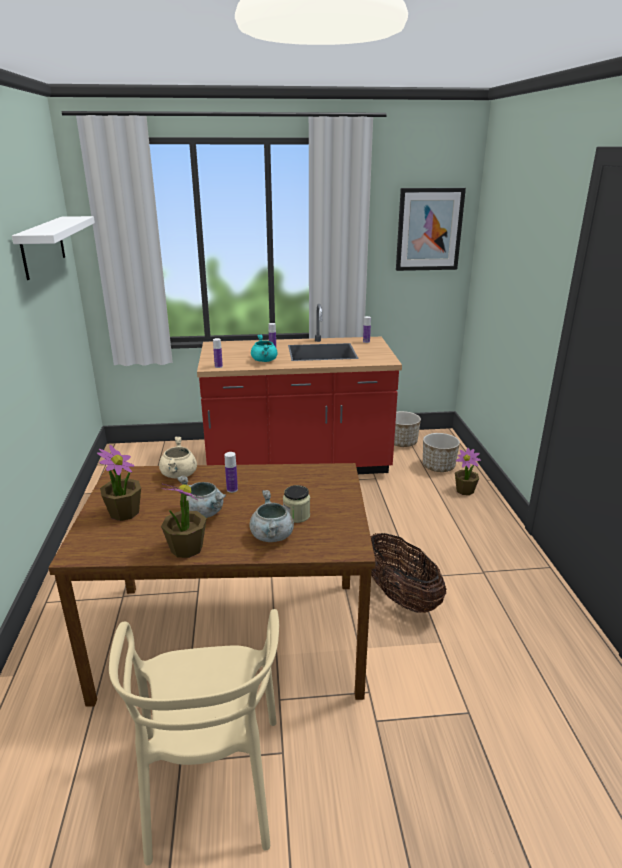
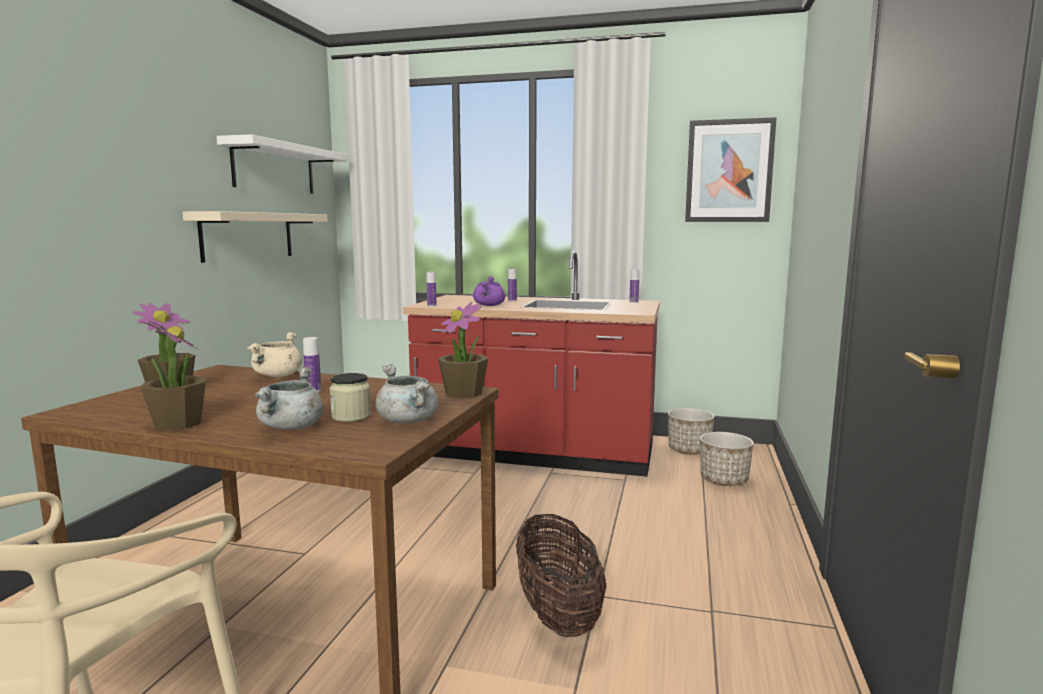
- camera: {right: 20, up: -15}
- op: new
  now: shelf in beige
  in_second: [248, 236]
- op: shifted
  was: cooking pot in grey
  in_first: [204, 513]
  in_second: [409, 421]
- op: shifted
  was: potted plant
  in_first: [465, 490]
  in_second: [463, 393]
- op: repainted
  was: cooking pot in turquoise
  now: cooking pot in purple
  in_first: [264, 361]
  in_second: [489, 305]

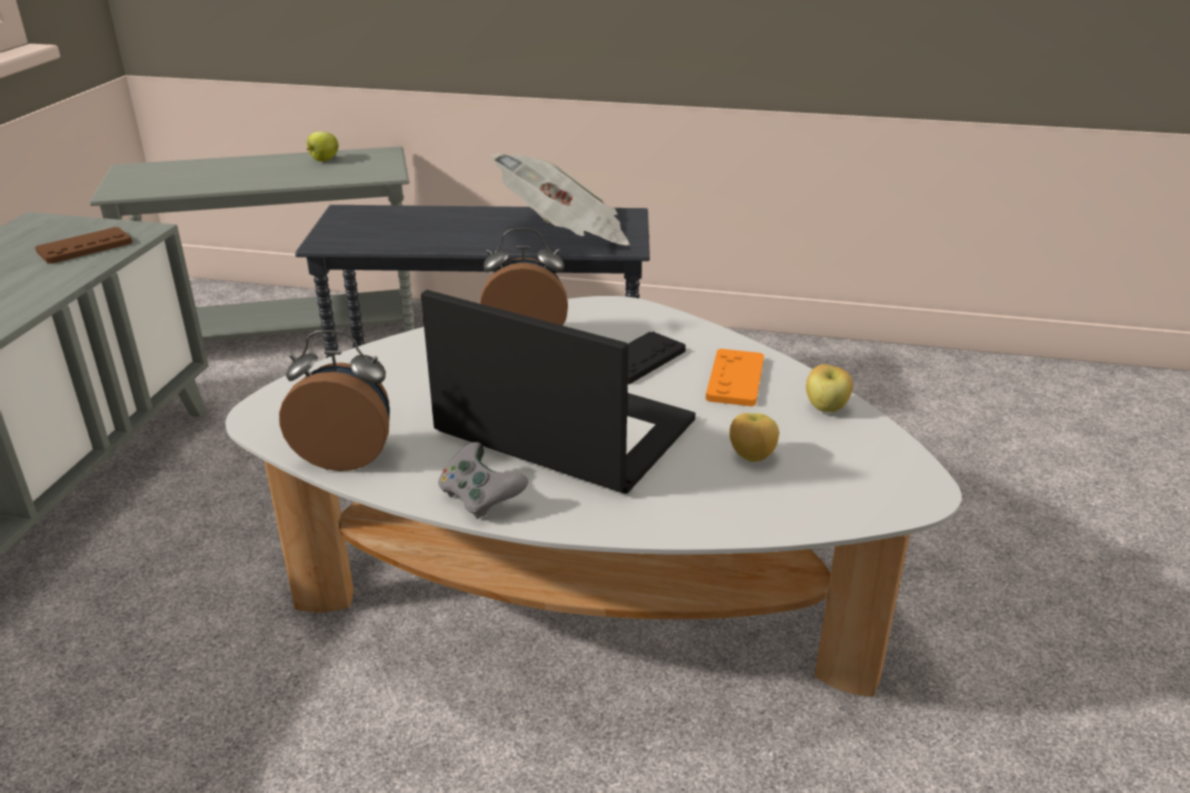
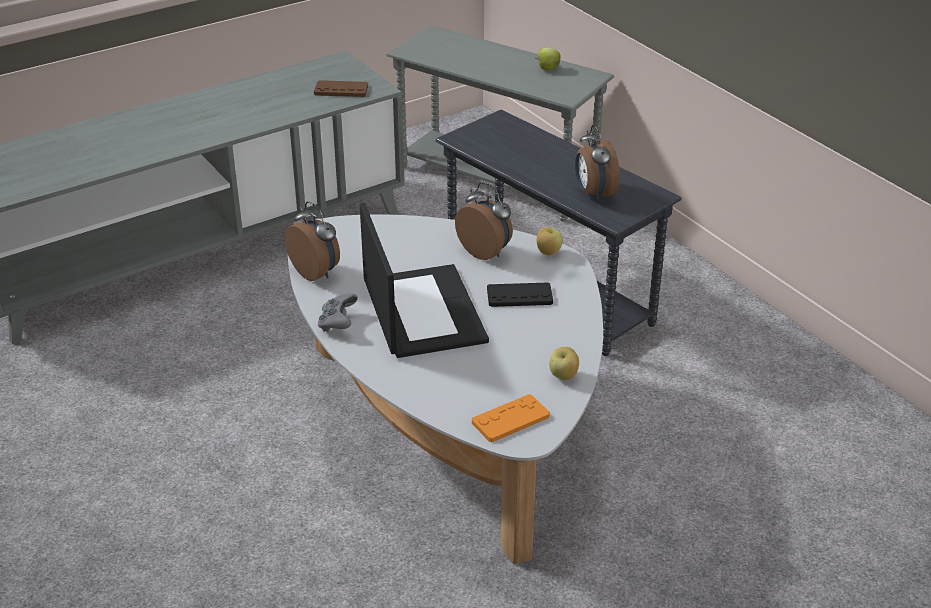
- camera: {right: 45, up: 5}
- op: shifted
  was: game controller in orange
  in_first: [735, 379]
  in_second: [510, 419]
- op: shifted
  was: apple
  in_first: [751, 457]
  in_second: [548, 253]
- op: swapped
  was: newspaper
  now: alarm clock
  in_first: [565, 234]
  in_second: [593, 193]

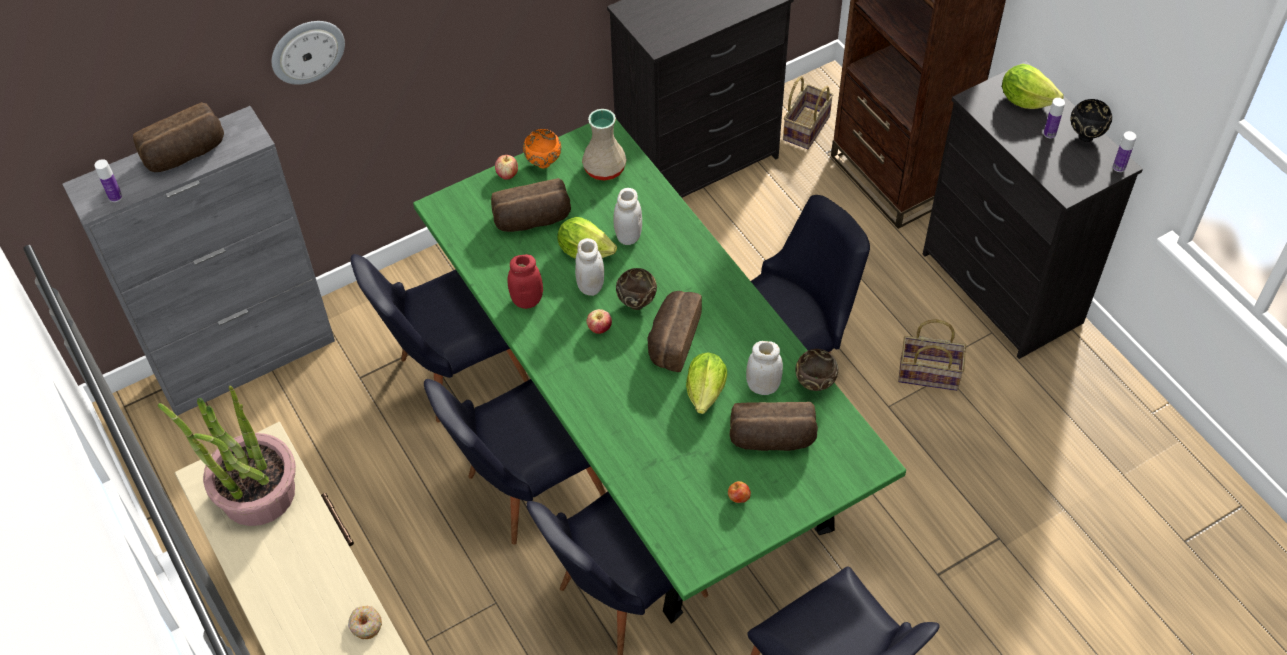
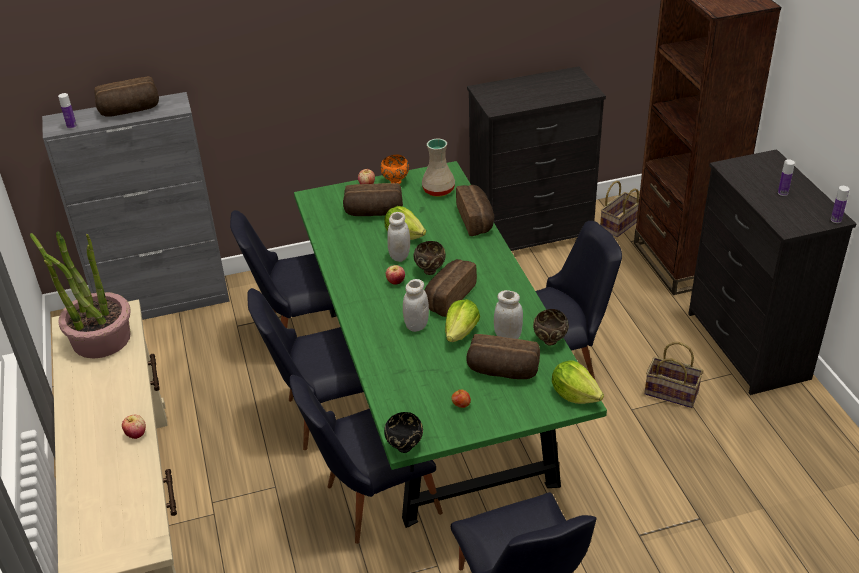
- camera: {right: 15, up: -15}
- op: gone
  was: wall clock
  in_first: [307, 51]
- op: gone
  was: jar in red
  in_first: [527, 300]
- op: new
  now: bread
  in_second: [476, 220]
- op: shifted
  was: jar in white
  in_first: [628, 236]
  in_second: [416, 325]
- op: shifted
  was: lettuce
  in_first: [1025, 100]
  in_second: [574, 394]
- op: shifted
  was: bowl in black
  in_first: [1085, 135]
  in_second: [405, 446]
- op: swapped
  was: donut
  now: apple
  in_first: [365, 625]
  in_second: [136, 434]

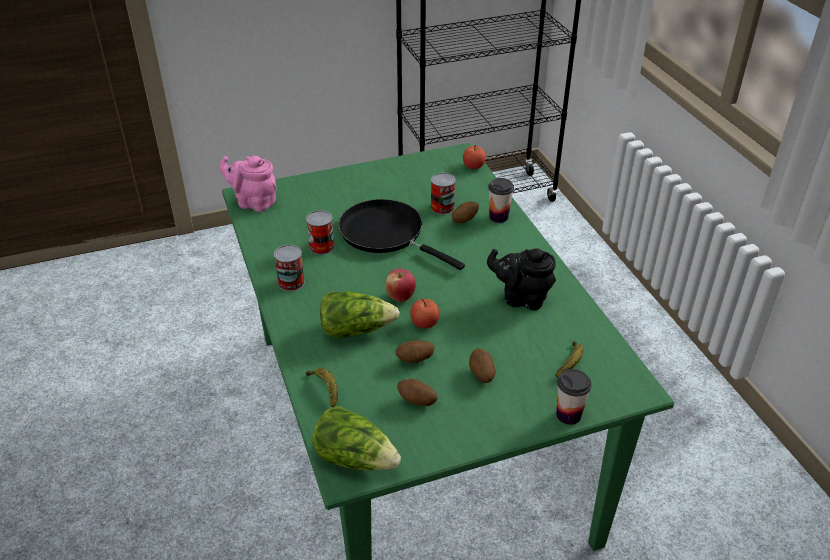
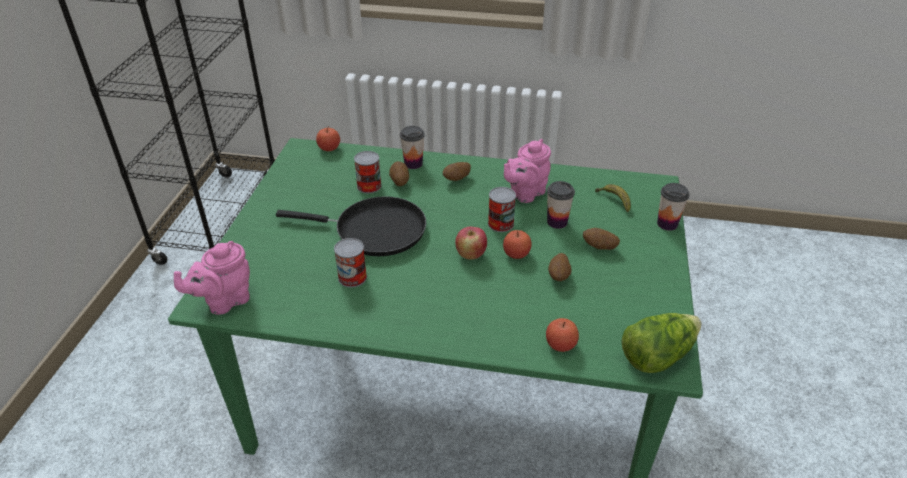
- camera: {right: -60, up: 0}
- op: gone
  was: lettuce
  in_first: [355, 329]
- op: new
  now: cup
  in_second: [557, 222]
- op: shifted
  was: can
  in_first: [291, 282]
  in_second: [500, 224]
- op: shifted
  was: potato
  in_first: [417, 401]
  in_second: [456, 179]
- op: swapped
  was: banana
  now: apple
  in_first: [325, 389]
  in_second: [560, 344]
- op: repainted
  was: teapot in black
  now: teapot in pink
  in_first: [521, 298]
  in_second: [525, 193]
- op: rotated
  was: frying pan in black
  in_first: [386, 234]
  in_second: [374, 230]
  clockwise: -150

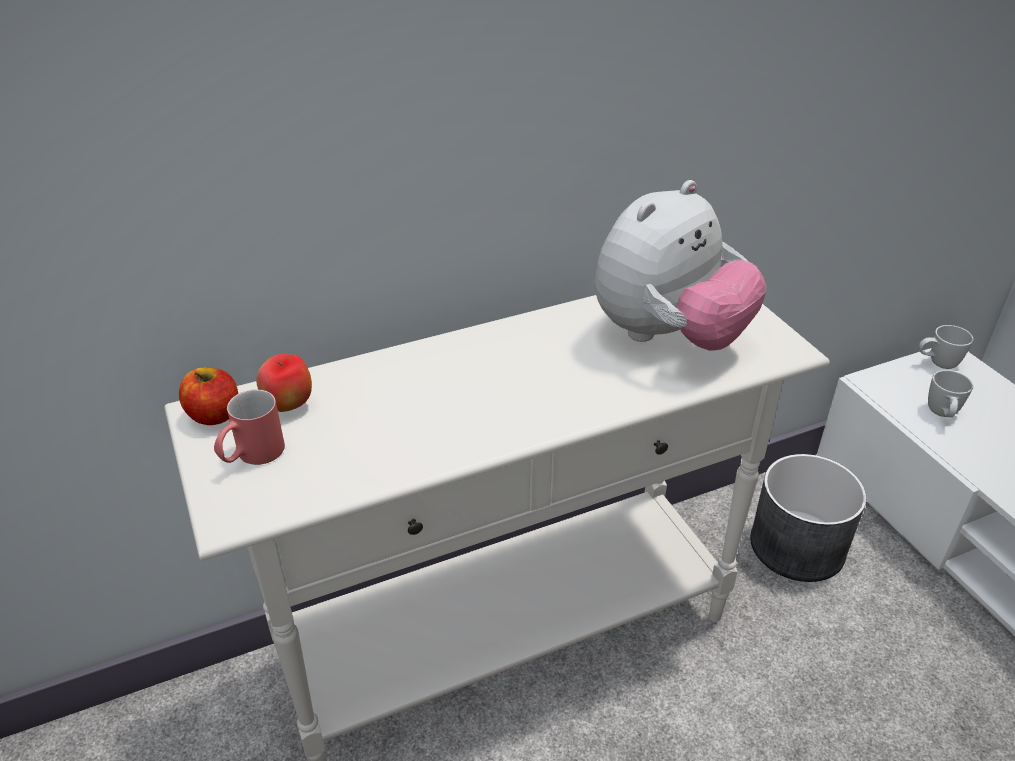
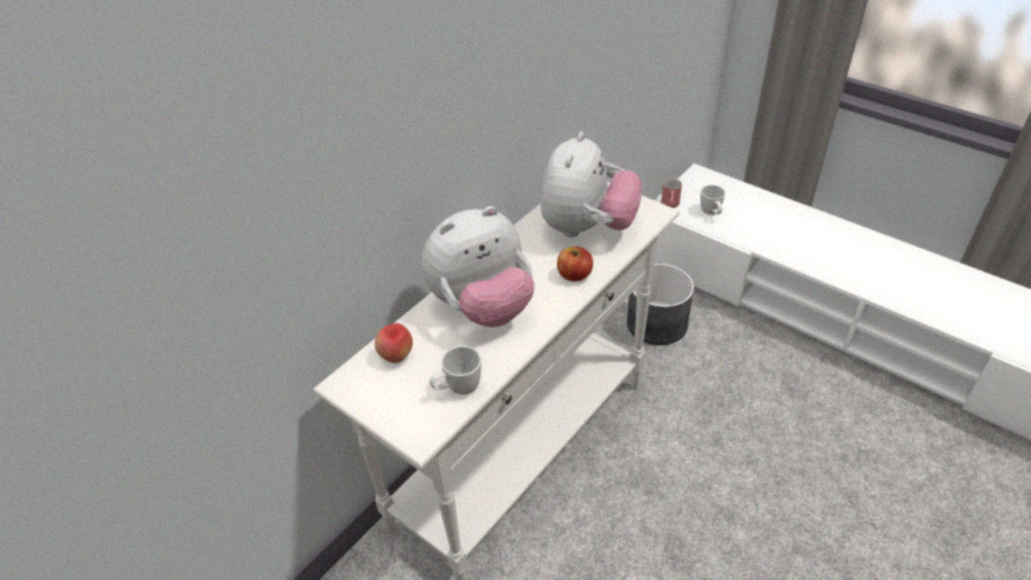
- camera: {right: -25, up: 5}
- op: new
  now: plush toy
  in_second: [482, 307]
- op: shifted
  was: apple
  in_first: [214, 415]
  in_second: [574, 275]
- op: shifted
  was: mug in red
  in_first: [252, 456]
  in_second: [670, 205]
- op: shifted
  was: mug in white
  in_first: [936, 364]
  in_second: [457, 389]

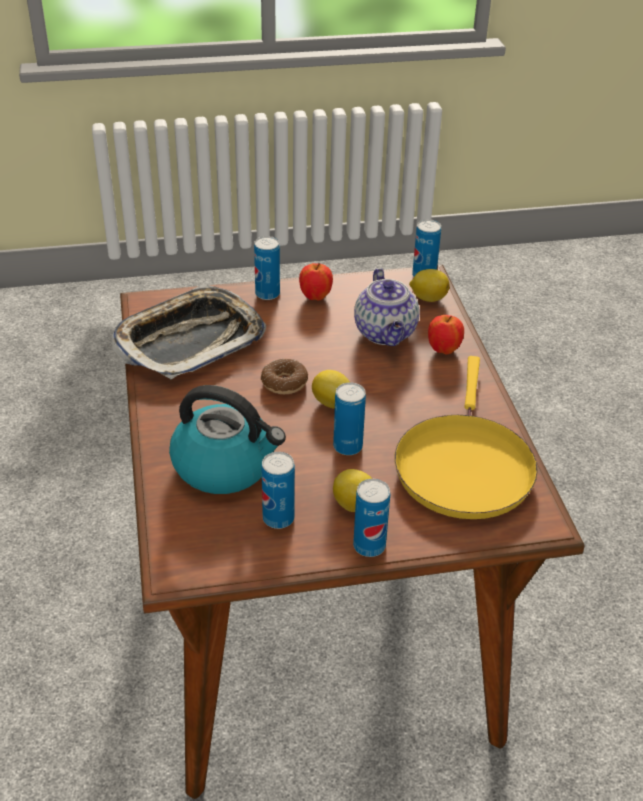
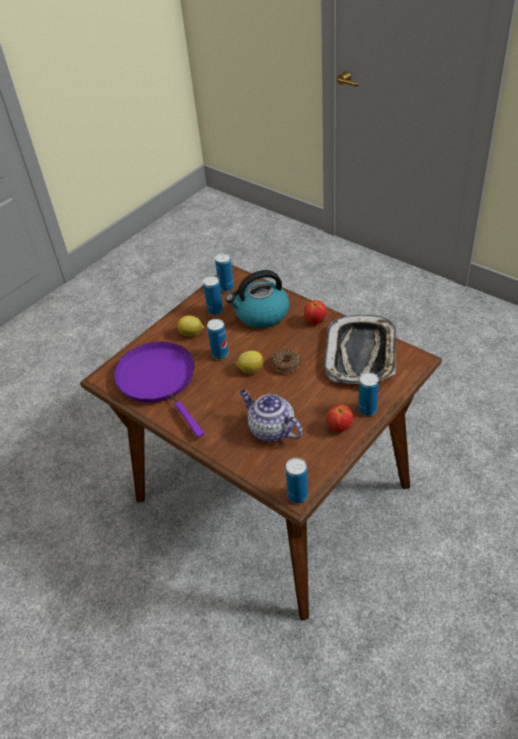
- camera: {right: 145, up: 5}
- op: gone
  was: lemon
  in_first: [428, 298]
- op: shifted
  was: can
  in_first: [369, 546]
  in_second: [226, 287]
- op: shifted
  was: apple
  in_first: [443, 350]
  in_second: [315, 321]
- op: repainted
  was: frying pan in yellow
  now: frying pan in purple
  in_first: [463, 465]
  in_second: [159, 380]

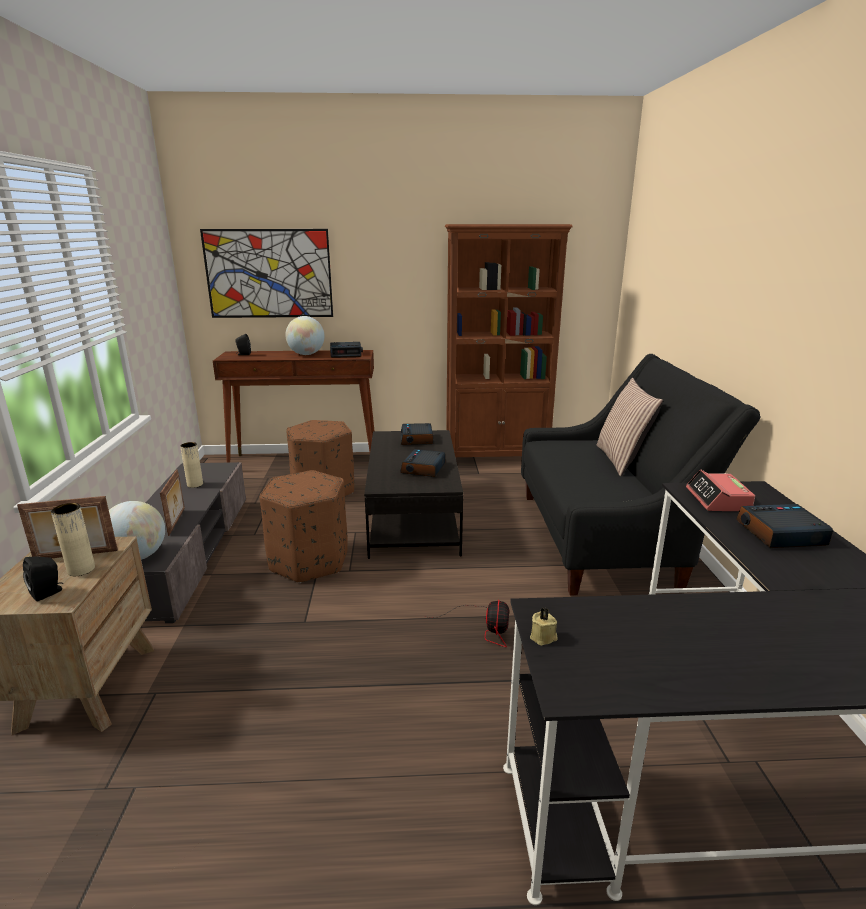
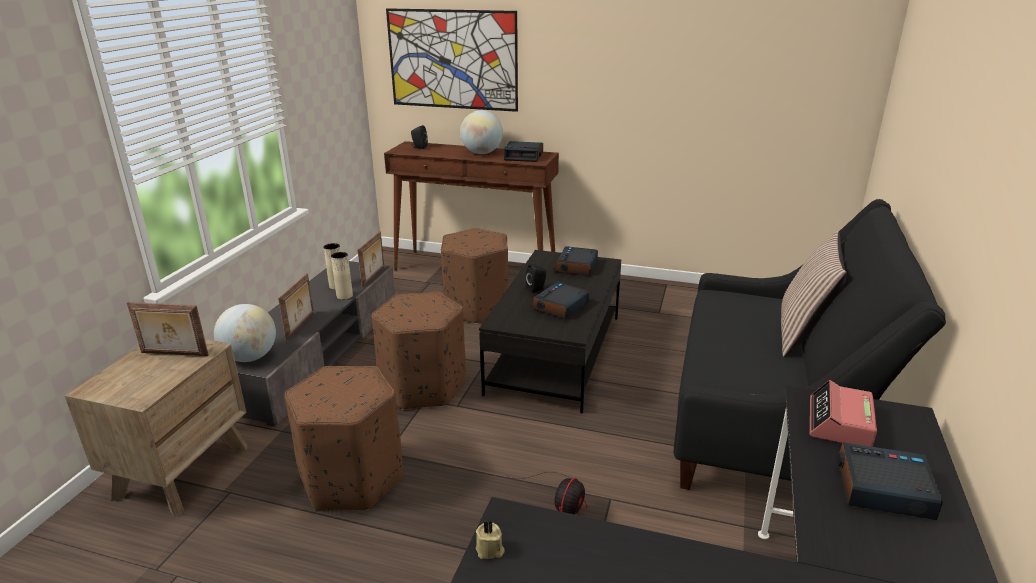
- camera: {right: 20, up: 5}
- op: gone
  was: bookcase in brown
  in_first: [497, 457]
- op: new
  now: ottoman in brown
  in_second: [353, 478]
- op: new
  now: picture frame
  in_second: [374, 276]
- op: shifted
  was: speaker in black
  in_first: [48, 593]
  in_second: [537, 289]
- op: shifted
  was: vase in beige
  in_first: [81, 570]
  in_second: [344, 296]

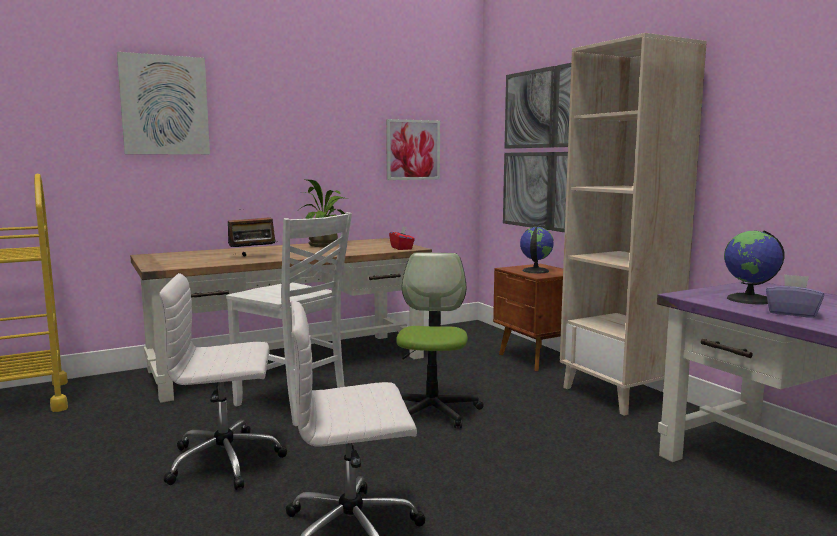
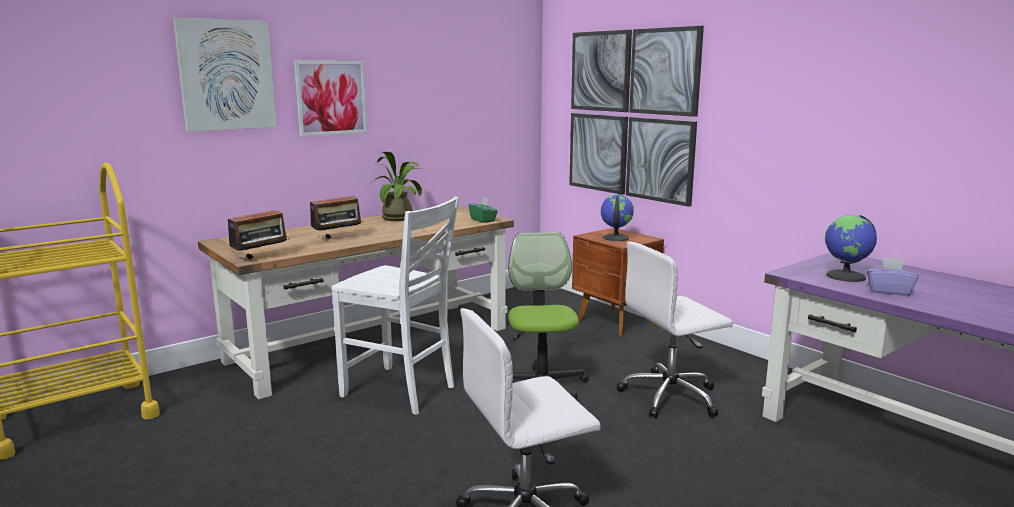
- camera: {right: -10, up: 5}
- op: gone
  was: bookcase in beige
  in_first: [618, 394]
- op: new
  now: radio
  in_second: [261, 258]
- op: shifted
  was: office chair in white
  in_first: [227, 461]
  in_second: [671, 397]
- op: shifted
  was: picture
  in_first: [413, 150]
  in_second: [331, 97]
- op: repainted
  was: tissue box in red
  now: tissue box in green
  in_first: [402, 248]
  in_second: [483, 220]

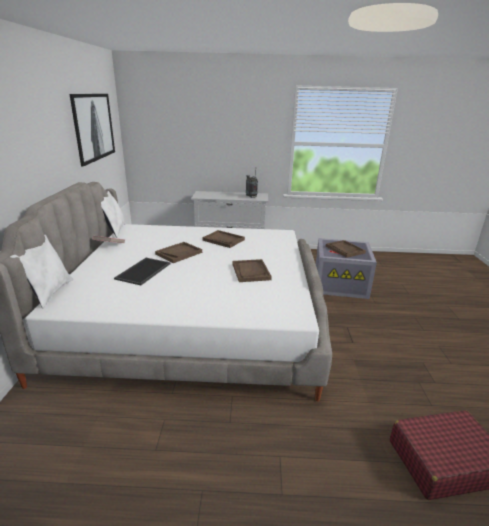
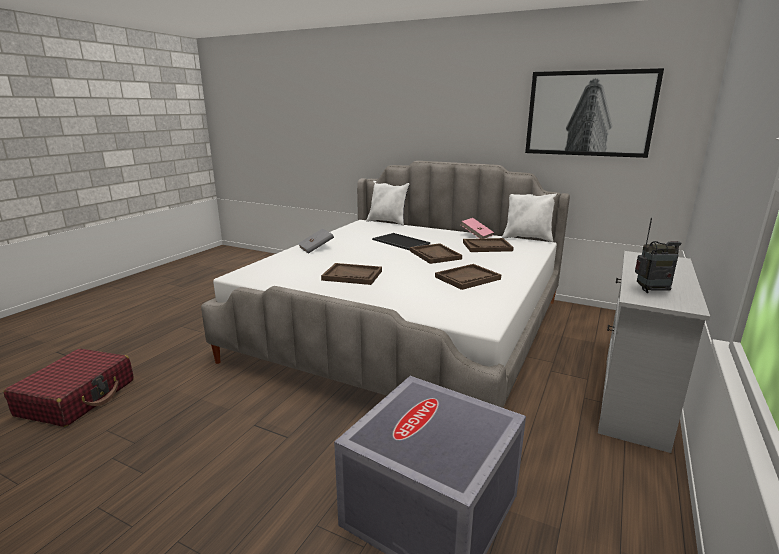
- camera: {right: 115, up: -5}
- op: new
  now: book in grey
  in_second: [316, 248]
- op: shifted
  was: tray in brown
  in_first: [344, 249]
  in_second: [487, 246]

